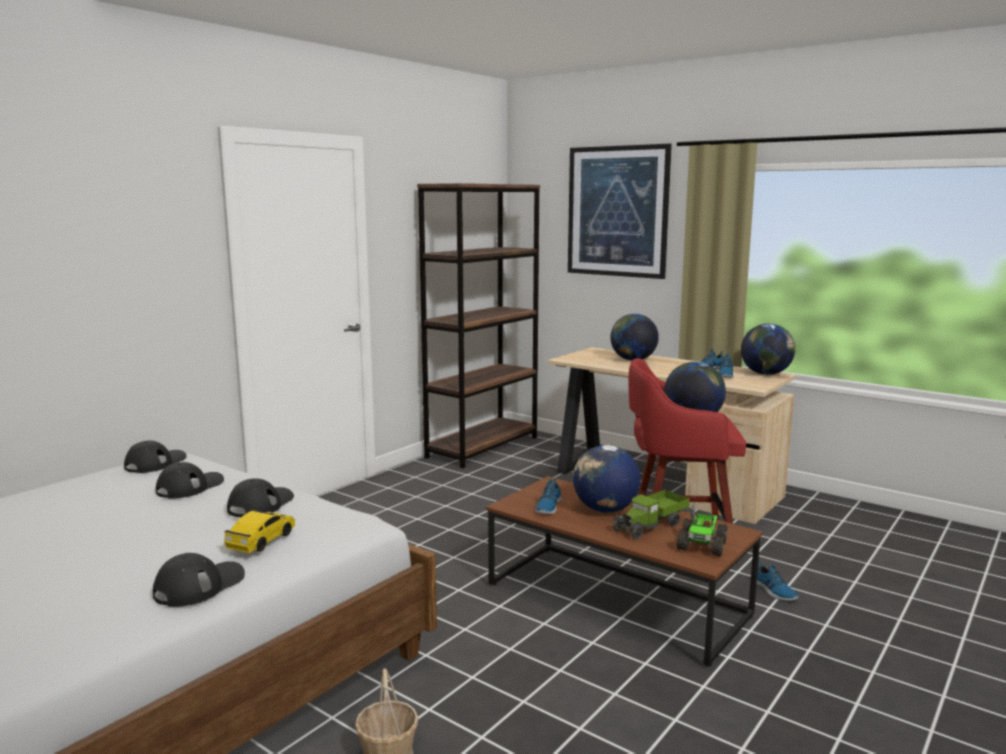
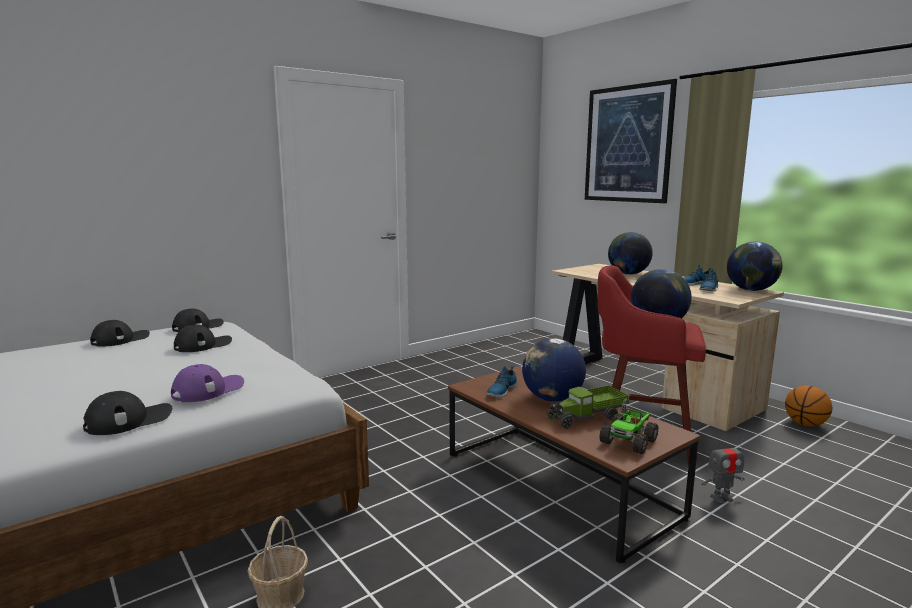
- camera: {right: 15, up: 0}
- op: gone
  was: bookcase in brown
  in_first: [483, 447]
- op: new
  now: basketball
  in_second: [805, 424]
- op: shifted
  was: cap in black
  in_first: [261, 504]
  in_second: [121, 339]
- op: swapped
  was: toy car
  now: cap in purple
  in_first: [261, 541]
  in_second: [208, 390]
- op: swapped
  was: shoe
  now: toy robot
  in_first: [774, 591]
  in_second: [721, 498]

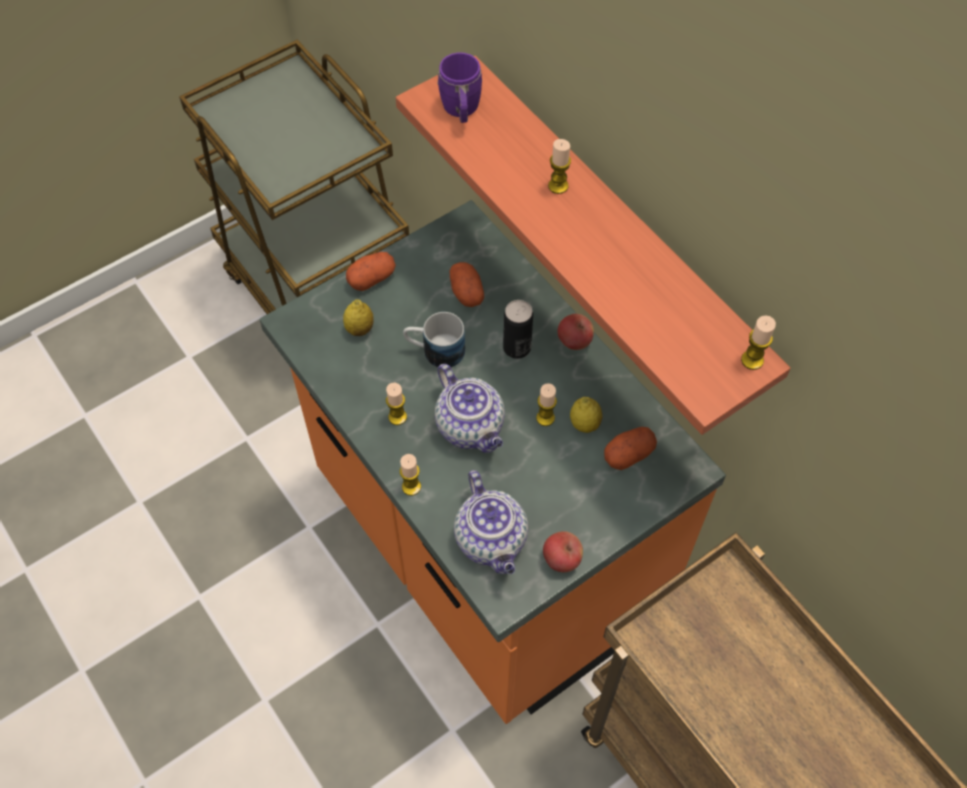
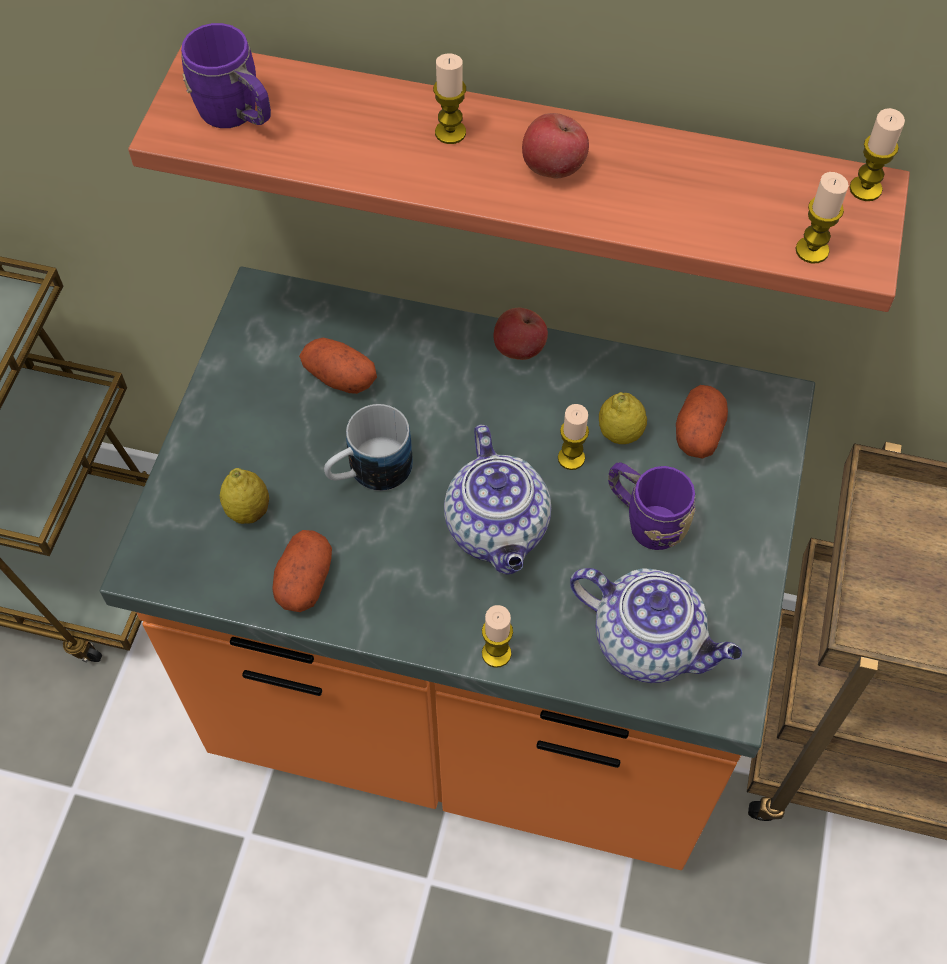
- camera: {right: -40, up: 0}
- op: gone
  was: can
  in_first: [517, 347]
- op: new
  now: mug in purple
  in_second: [645, 520]
- op: shifted
  was: potato
  in_first: [371, 278]
  in_second: [304, 580]
- op: shifted
  was: candle
  in_first: [397, 417]
  in_second: [812, 250]
- op: shifted
  was: apple
  in_first: [561, 559]
  in_second: [553, 168]
- op: rotated
  was: teapot
  in_first: [471, 427]
  in_second: [498, 530]
  clockwise: 60

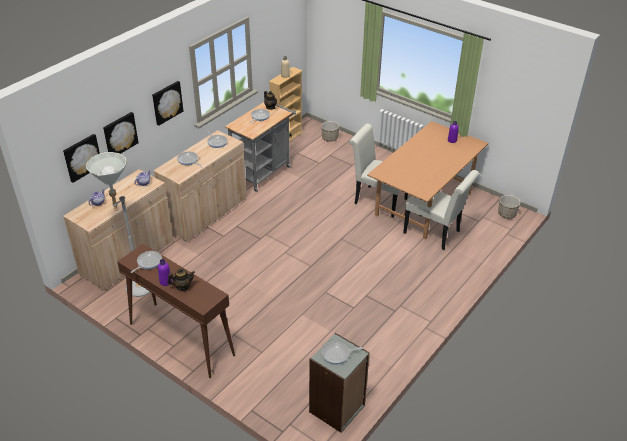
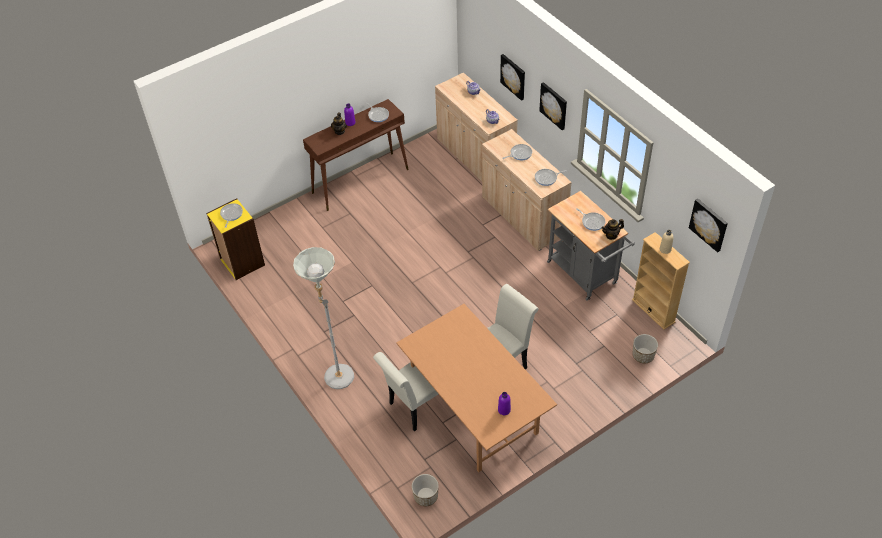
- camera: {right: 110, up: 10}
- op: shifted
  was: picture
  in_first: [81, 157]
  in_second: [709, 224]
- op: shifted
  was: floor lamp in grey
  in_first: [135, 290]
  in_second: [336, 372]
- op: repainted
  was: bookcase in grey
  now: bookcase in yellow
  in_first: [337, 409]
  in_second: [242, 262]

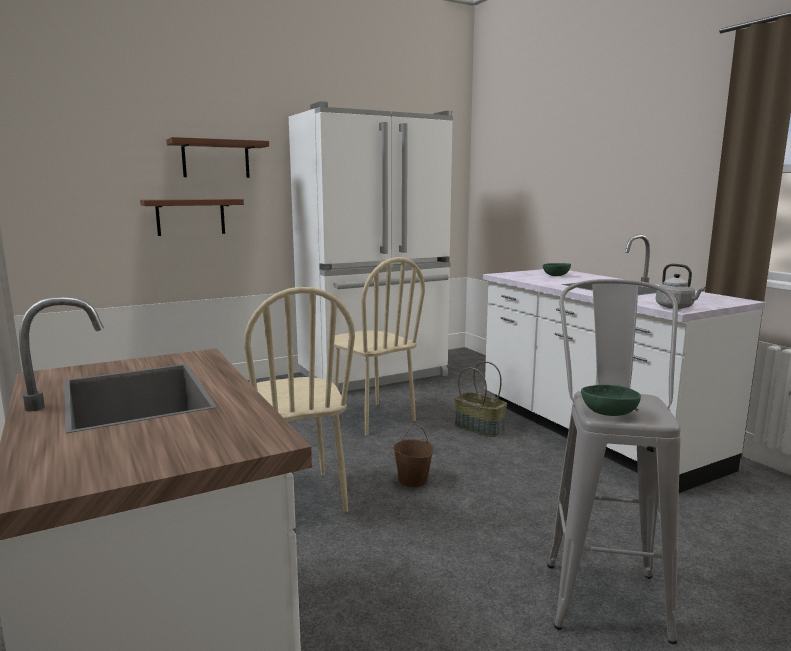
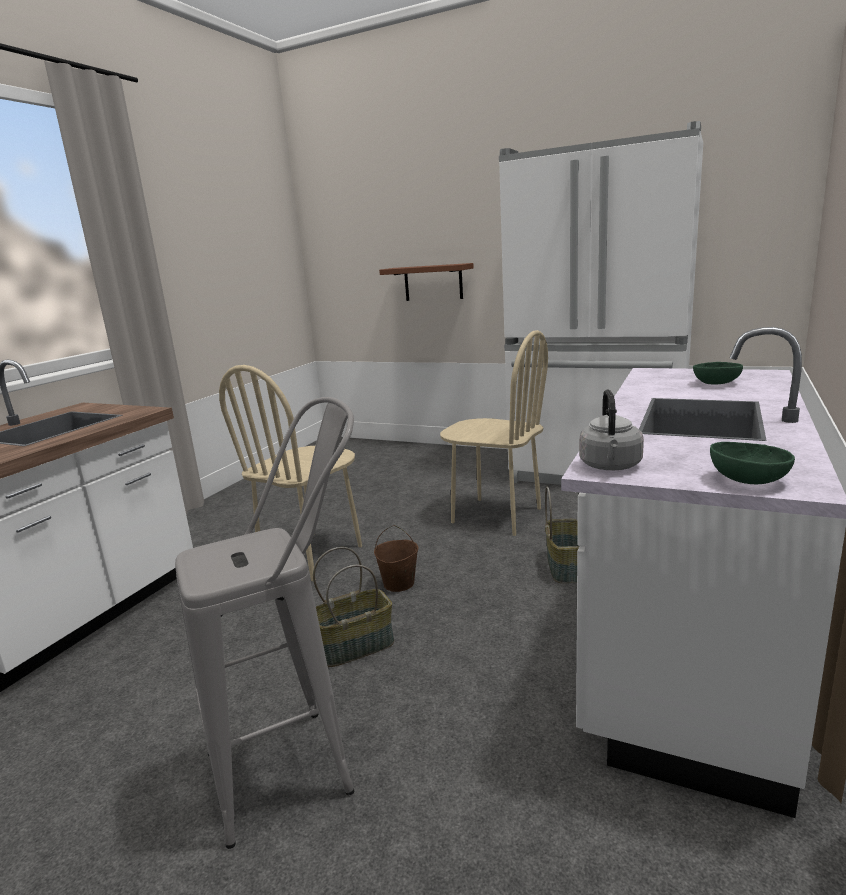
- camera: {right: 55, up: 5}
- op: gone
  was: shelf in brown
  in_first: [216, 159]
- op: new
  now: basket
  in_second: [355, 646]
- op: shifted
  was: bowl in green
  in_first: [608, 412]
  in_second: [748, 479]
- op: rotated
  was: chair in beige
  in_first: [373, 418]
  in_second: [496, 516]
  clockwise: -75

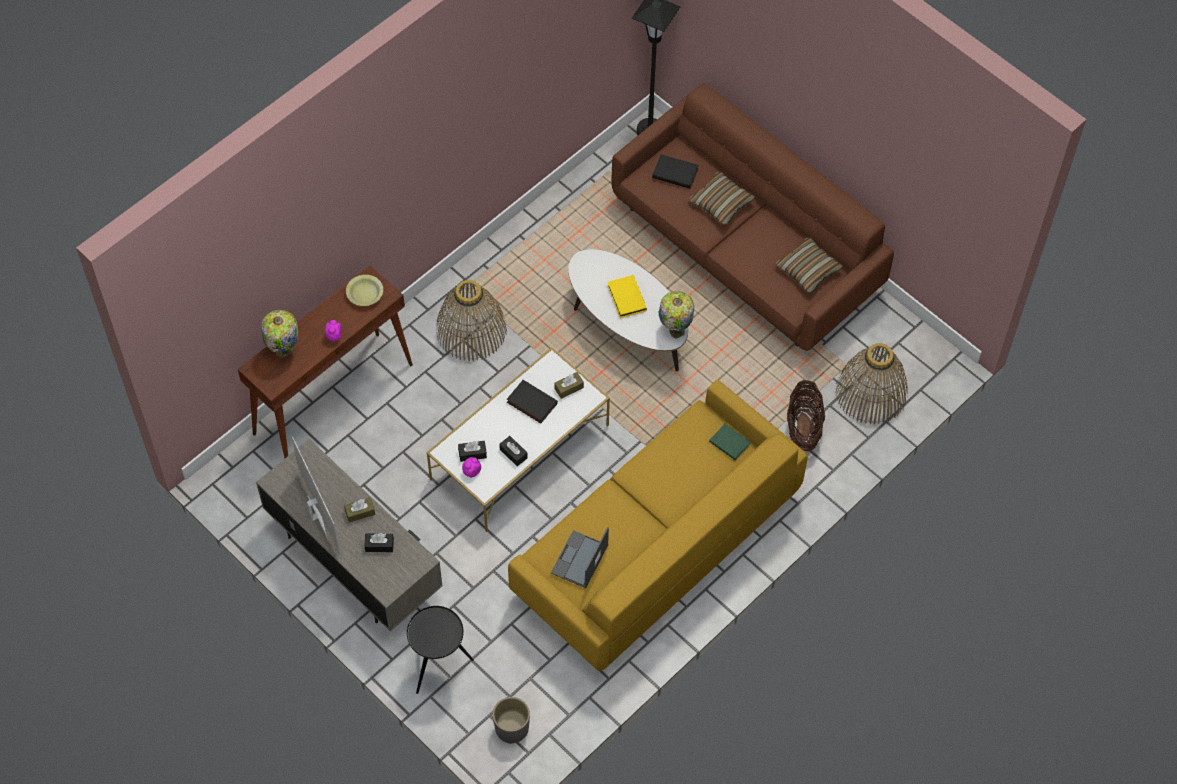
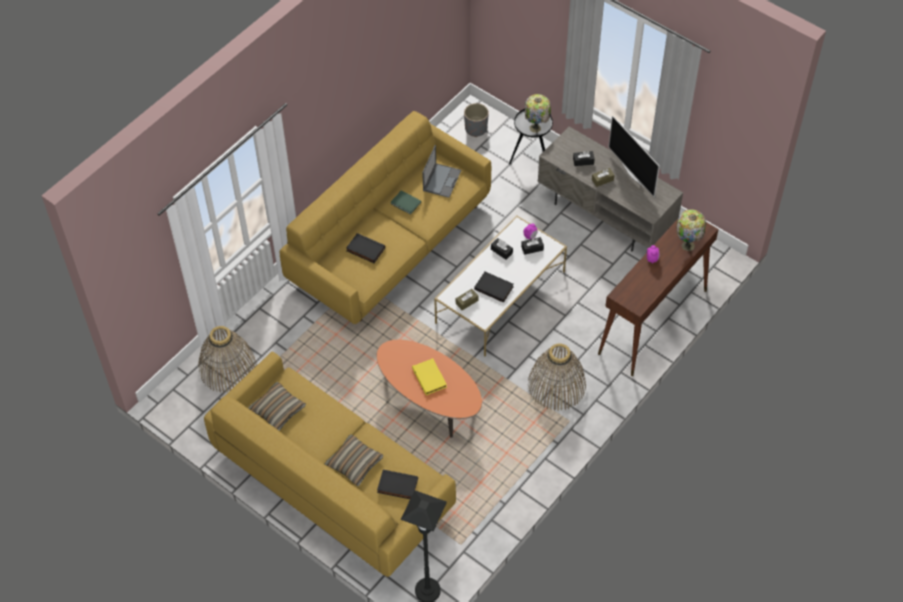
- camera: {right: 175, up: -5}
- op: gone
  was: bowl in yellow
  in_first: [365, 294]
- op: gone
  was: basket
  in_first: [803, 428]
- op: new
  now: book in black
  in_second: [365, 250]
- op: shifted
  was: table lamp
  in_first: [675, 330]
  in_second: [536, 128]
- op: shifted
  was: book in green
  in_first: [729, 441]
  in_second: [406, 203]
- op: repainted
  was: coffee table in white
  now: coffee table in orange
  in_first: [626, 327]
  in_second: [429, 401]
- op: repainted
  was: sofa in brown
  now: sofa in yellow
  in_first: [744, 249]
  in_second: [333, 480]

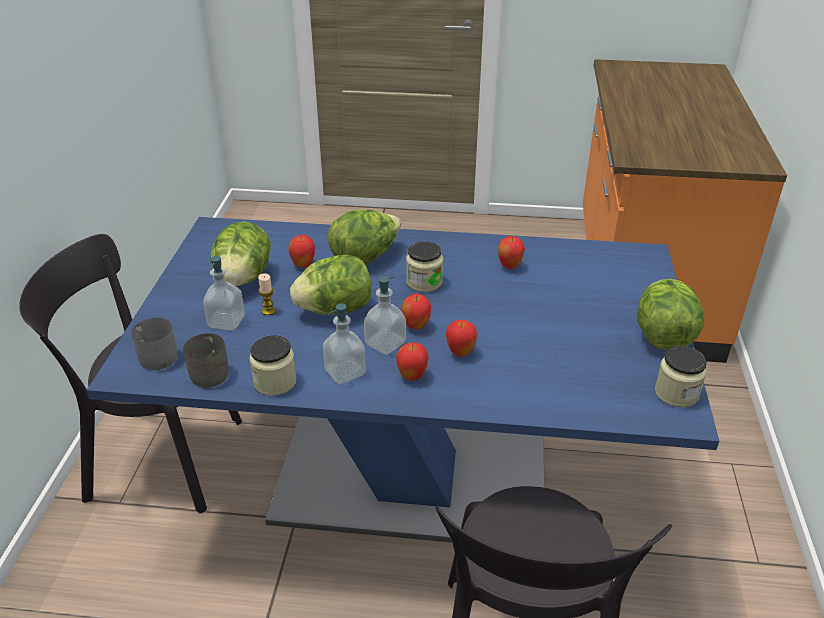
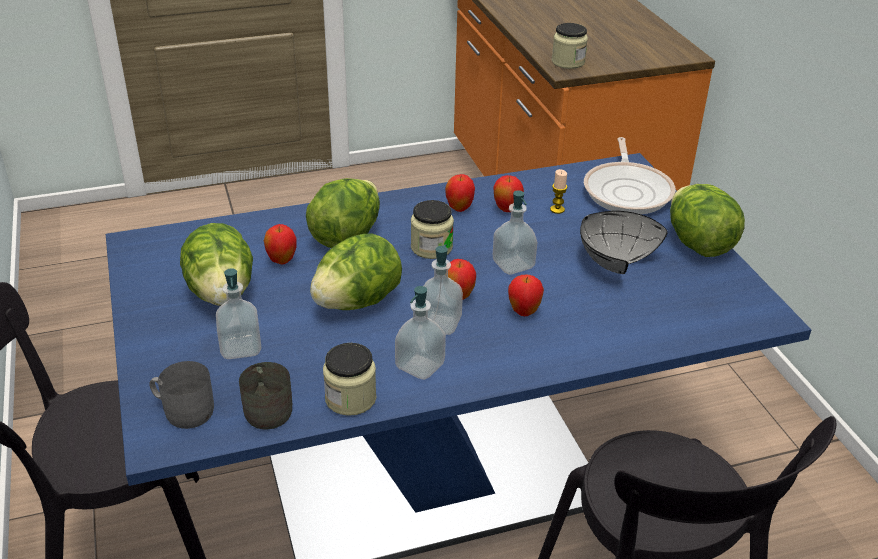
- camera: {right: -25, up: 0}
- op: new
  now: soap dispenser
  in_second: [513, 264]
- op: new
  now: bowl in grey
  in_second: [611, 261]
- op: new
  now: frying pan
  in_second: [628, 191]
- op: shifted
  was: candle
  in_first: [268, 311]
  in_second: [557, 209]
- op: shifted
  was: apple
  in_first: [412, 376]
  in_second: [459, 208]
- op: shifted
  was: jar
  in_first: [676, 393]
  in_second: [568, 62]

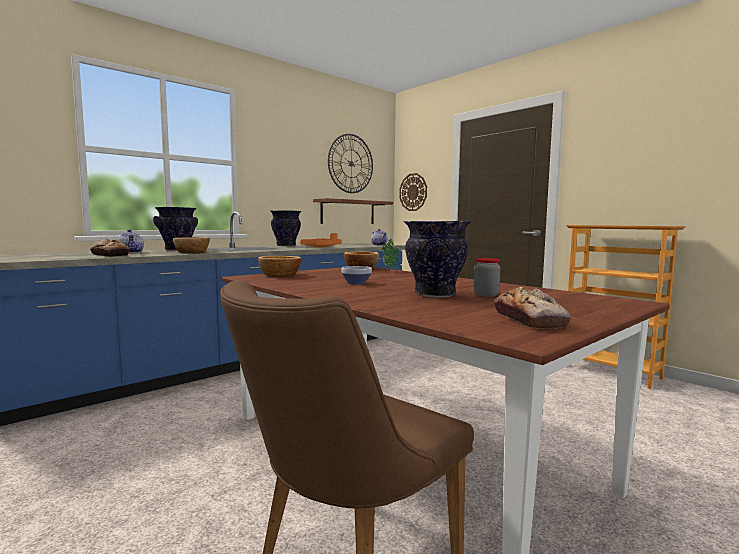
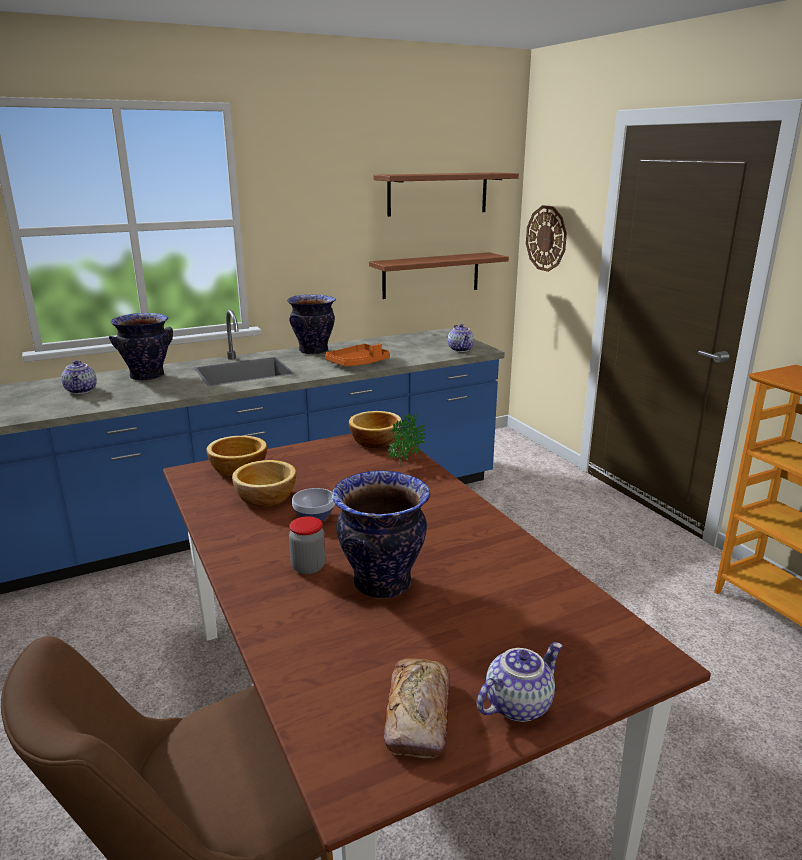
- camera: {right: 15, up: 15}
- op: gone
  was: bread
  in_first: [110, 255]
- op: new
  now: teapot
  in_second: [517, 704]
- op: shifted
  was: bowl
  in_first: [192, 252]
  in_second: [267, 498]
- op: shifted
  was: jar
  in_first: [486, 295]
  in_second: [308, 567]
- op: swapped
  was: wall clock
  now: shelf in brown
  in_first: [351, 163]
  in_second: [438, 194]

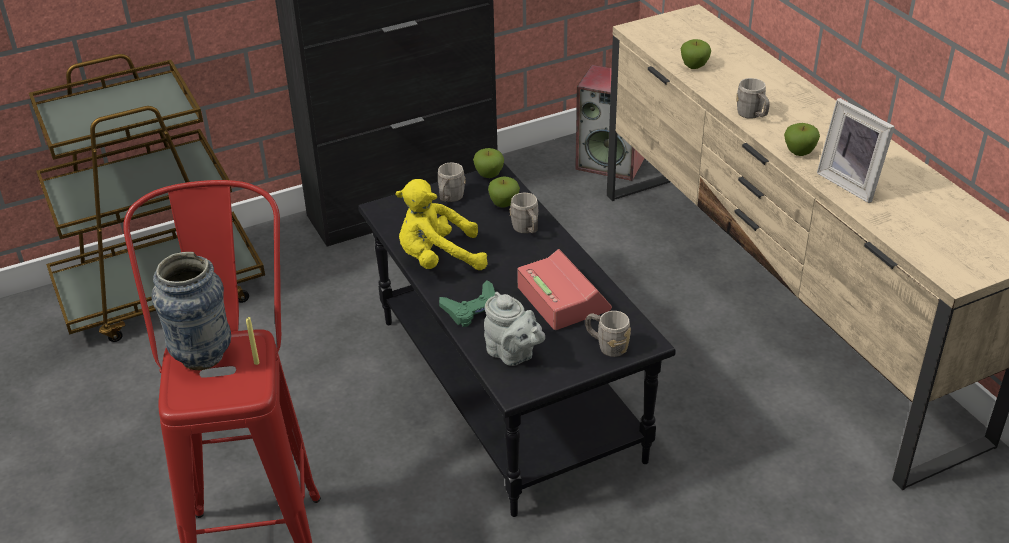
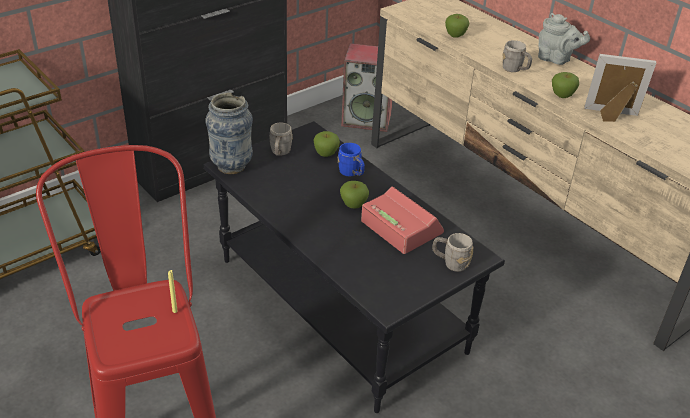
- camera: {right: -15, up: 0}
- op: gone
  was: plush toy in yellow
  in_first: [438, 259]
- op: gone
  was: game controller in green
  in_first: [473, 309]
- op: shifted
  was: vase
  in_first: [202, 356]
  in_second: [231, 166]
- op: shifted
  was: apple
  in_first: [489, 175]
  in_second: [353, 205]
- op: shifted
  was: teapot in grey
  in_first: [512, 354]
  in_second: [556, 59]
- op: repainted
  was: mug in grey
  now: mug in blue
  in_first: [527, 230]
  in_second: [351, 173]
- op: rotated
  was: picture frame
  in_first: [852, 183]
  in_second: [611, 116]
  clockwise: 150

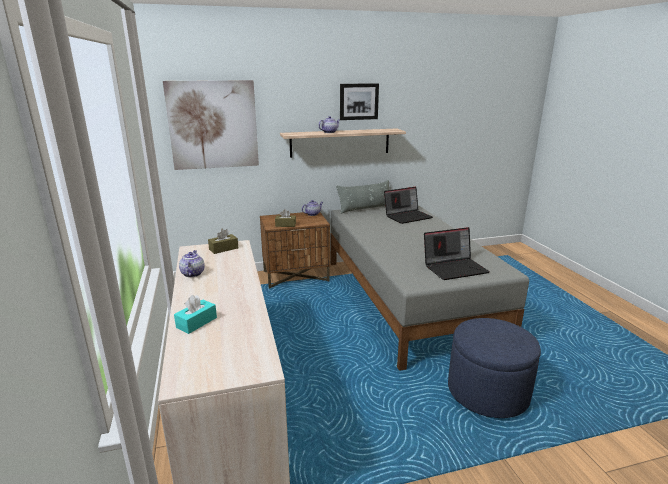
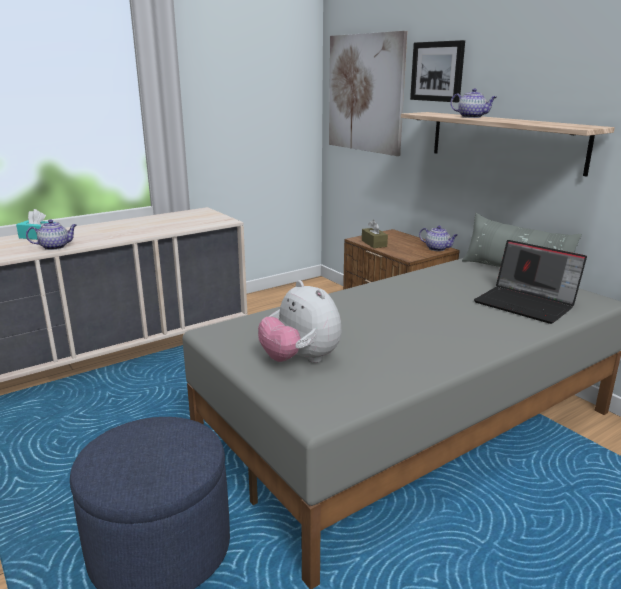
- camera: {right: 70, up: 0}
- op: gone
  was: tissue box in brown
  in_first: [223, 249]
- op: shifted
  was: teapot
  in_first: [192, 273]
  in_second: [55, 247]
- op: shifted
  was: picture
  in_first: [358, 101]
  in_second: [437, 71]
- op: swapped
  was: laptop
  now: plush toy
  in_first: [455, 268]
  in_second: [300, 360]

